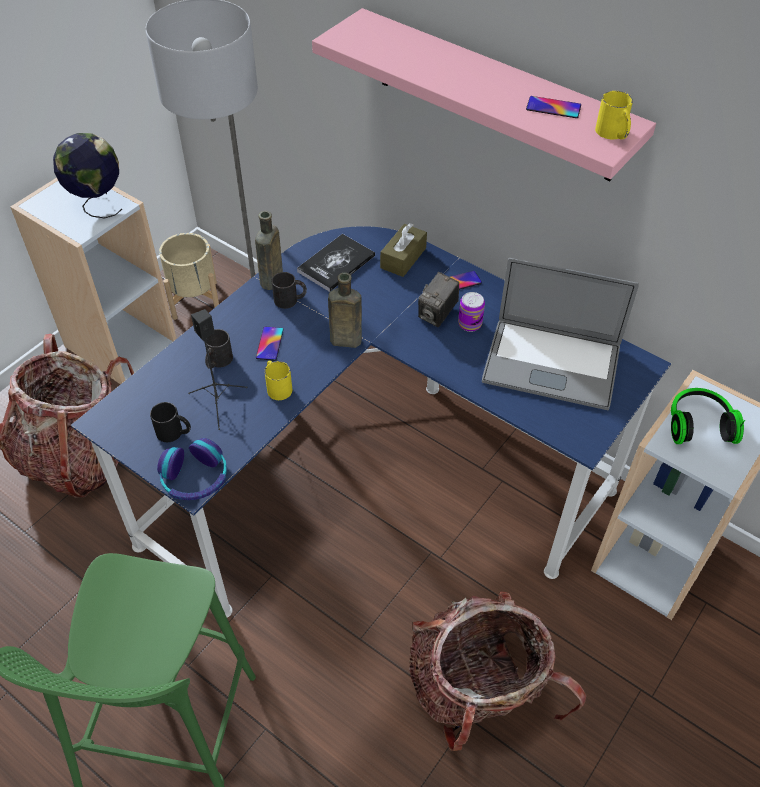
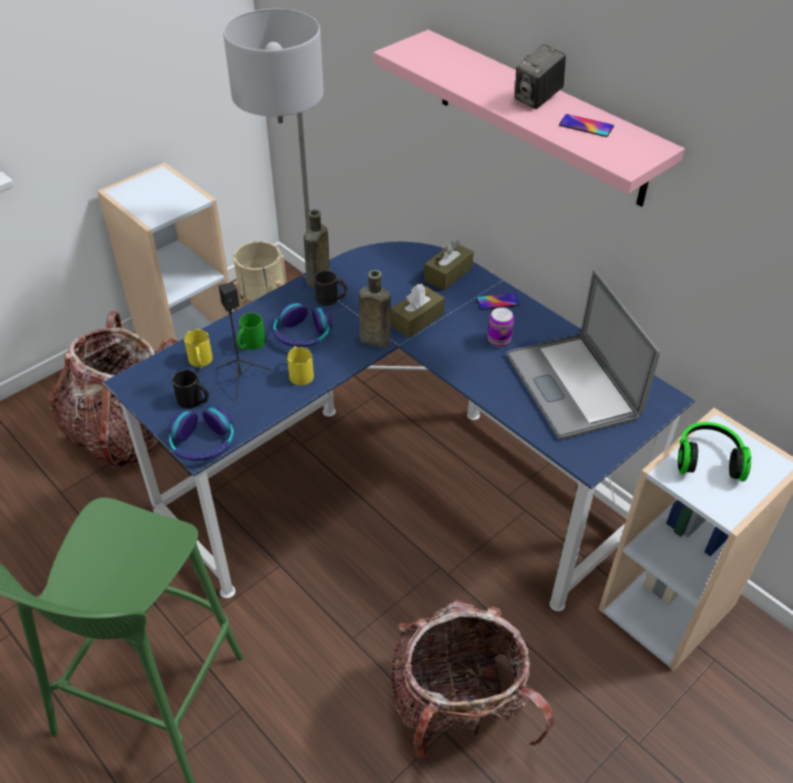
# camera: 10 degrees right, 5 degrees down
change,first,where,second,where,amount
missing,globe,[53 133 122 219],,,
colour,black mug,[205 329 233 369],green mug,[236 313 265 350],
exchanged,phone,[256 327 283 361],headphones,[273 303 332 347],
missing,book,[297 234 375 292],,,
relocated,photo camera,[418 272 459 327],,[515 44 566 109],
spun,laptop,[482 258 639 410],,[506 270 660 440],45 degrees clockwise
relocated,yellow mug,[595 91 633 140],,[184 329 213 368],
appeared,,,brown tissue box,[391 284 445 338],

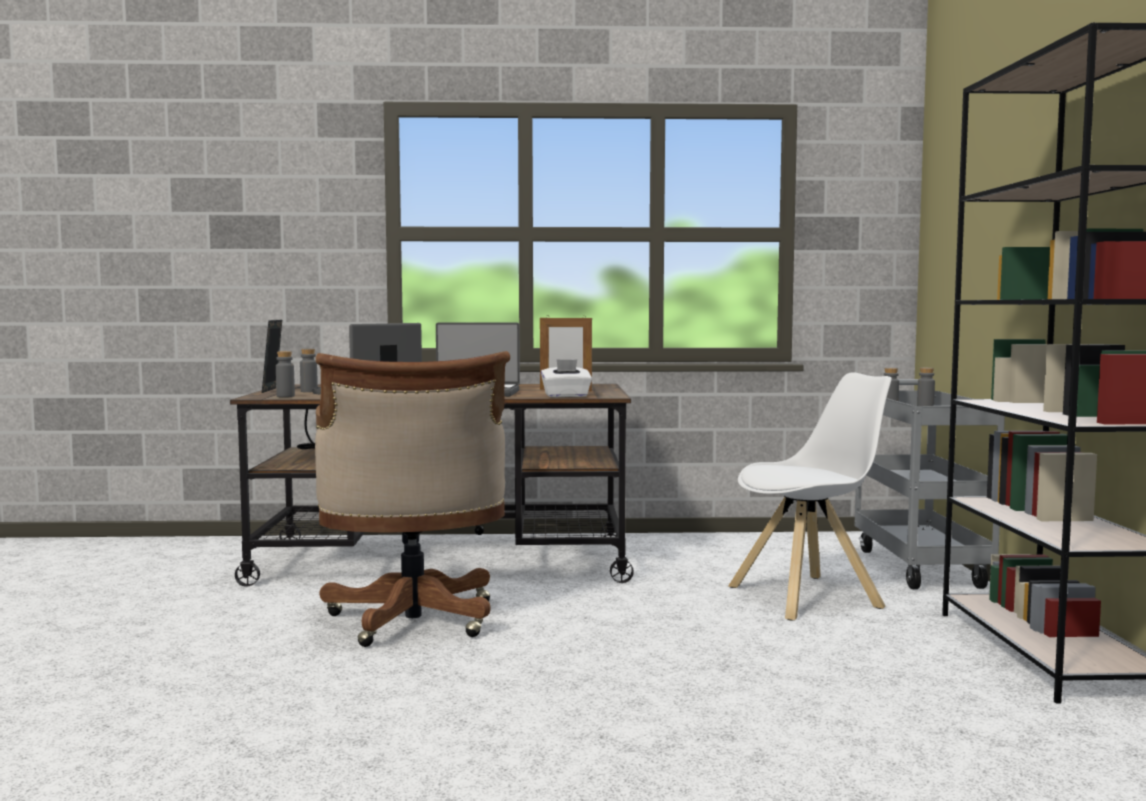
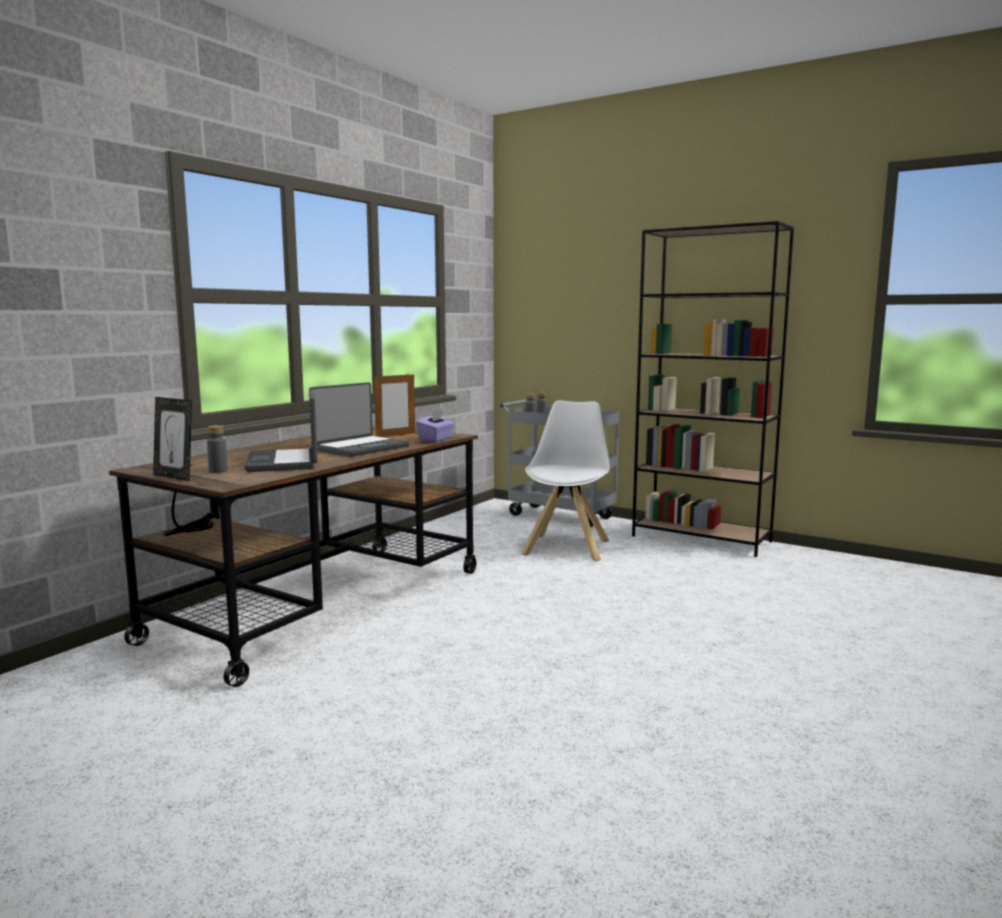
# camera: 55 degrees left, 5 degrees up
change,first,where,second,where,amount
missing,grey bottle,[276 351 295 397],,,
missing,office chair,[315 351 510 647],,,
colour,white tissue box,[541 359 592 397],purple tissue box,[416 410 455 442],

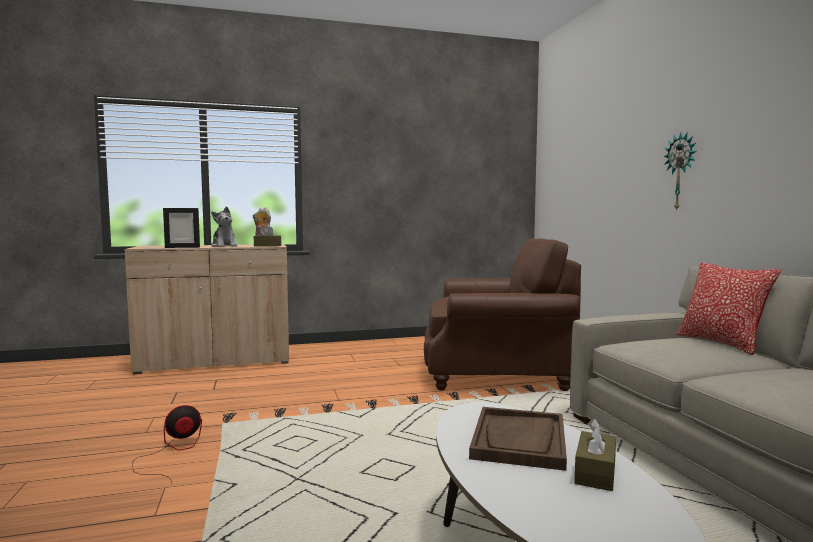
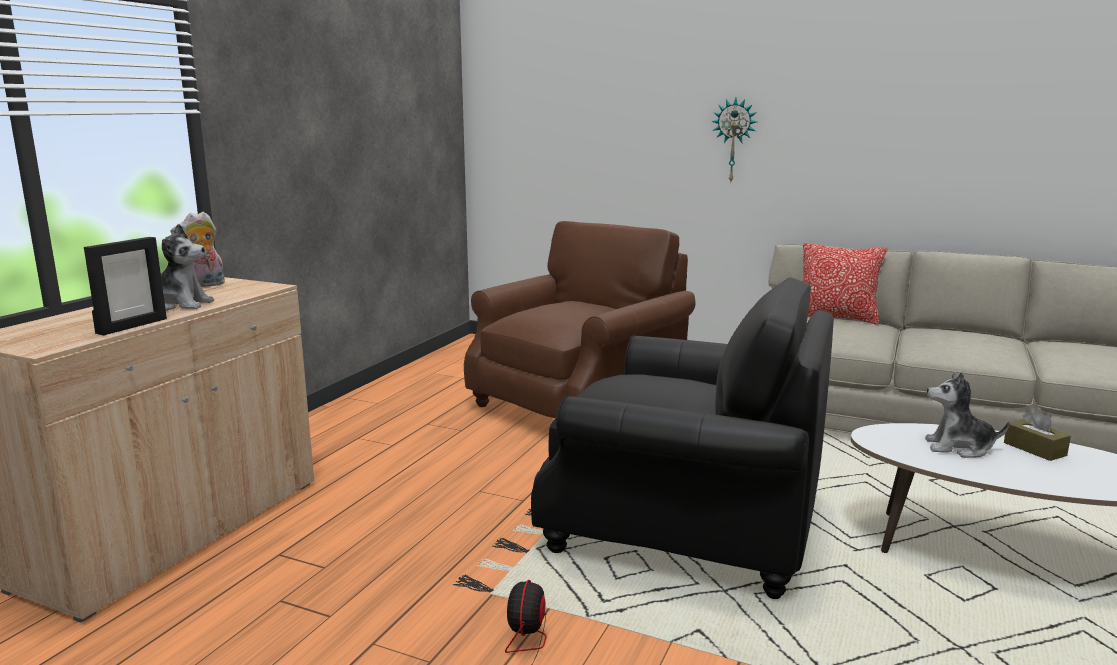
# camera: 50 degrees left, 10 degrees up
change,first,where,second,where,amount
missing,brown tissue box,[254 225 281 247],,,
exchanged,brown tray,[469 407 567 471],plush toy,[925 372 1010 458],
appeared,,,black armchair,[531 277 834 599],

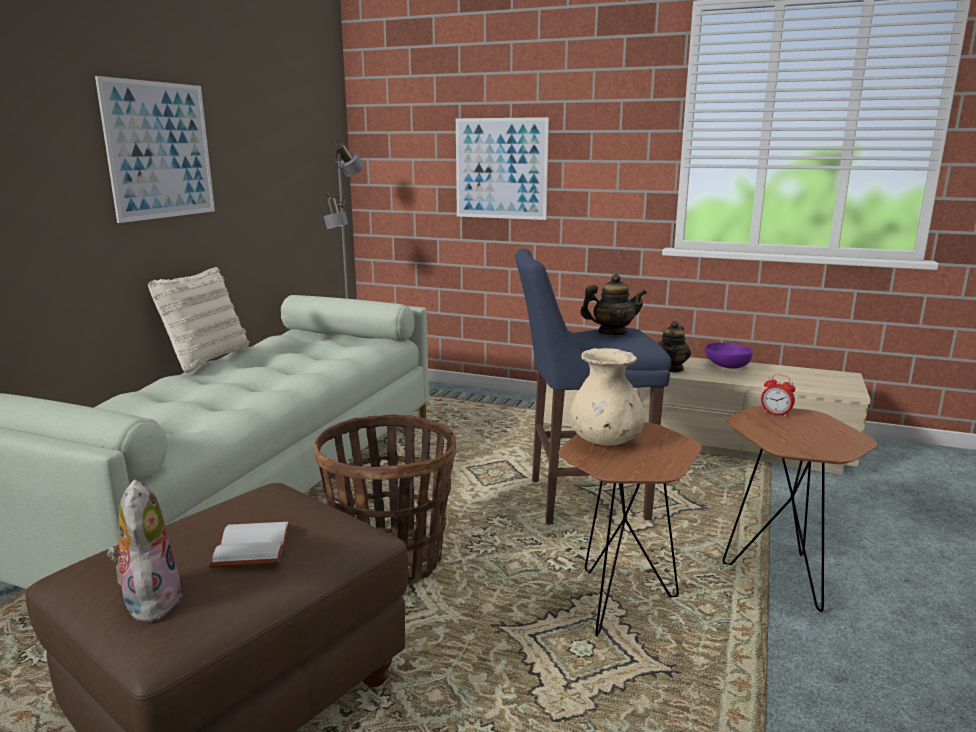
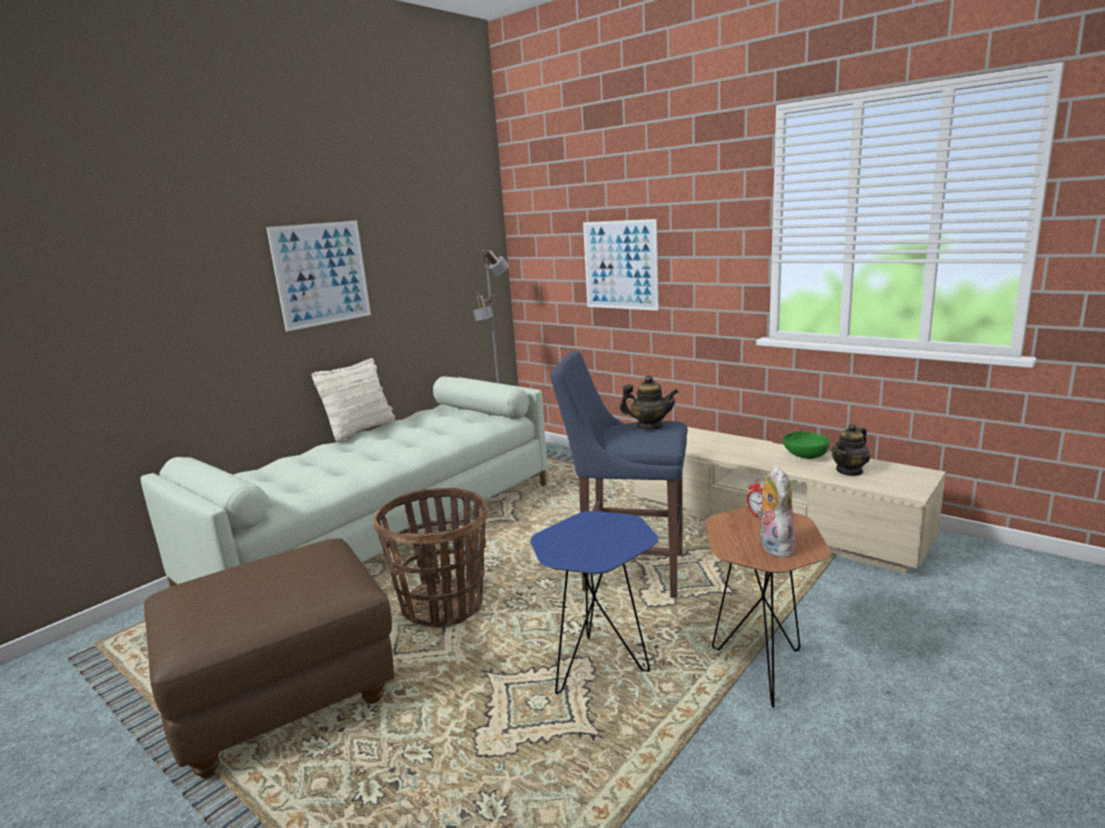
# camera: 20 degrees right, 0 degrees up
change,first,where,second,where,amount
relocated,plush toy,[107 480 182 622],,[755 466 796 558],
missing,white book,[209 522 291 568],,,
colour,brown side table,[558 423 702 637],blue side table,[530 511 658 694],
missing,beige vase,[570 348 644 446],,,
relocated,teapot,[658 321 691 372],,[831 423 870 476],
colour,purple bowl,[705 342 753 369],green bowl,[783 432 830 459],

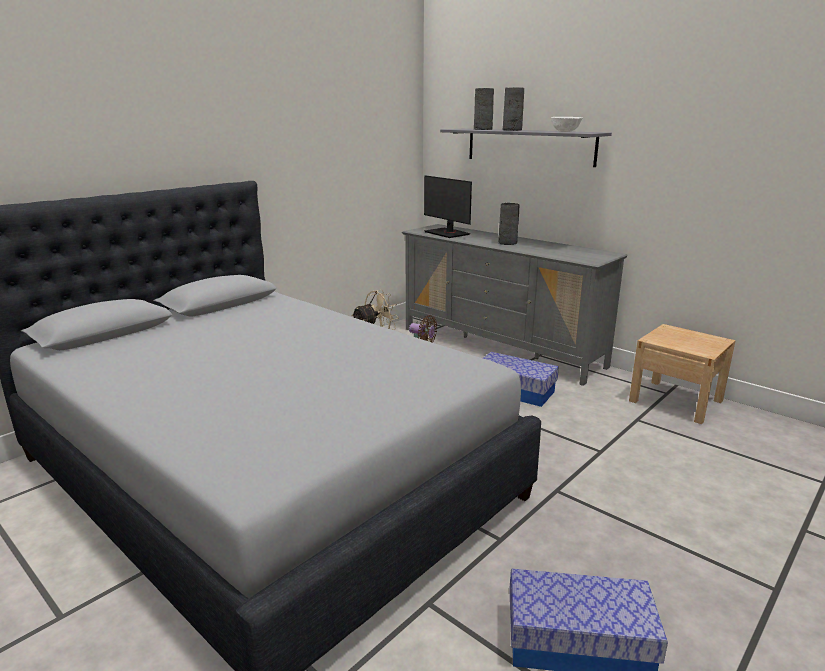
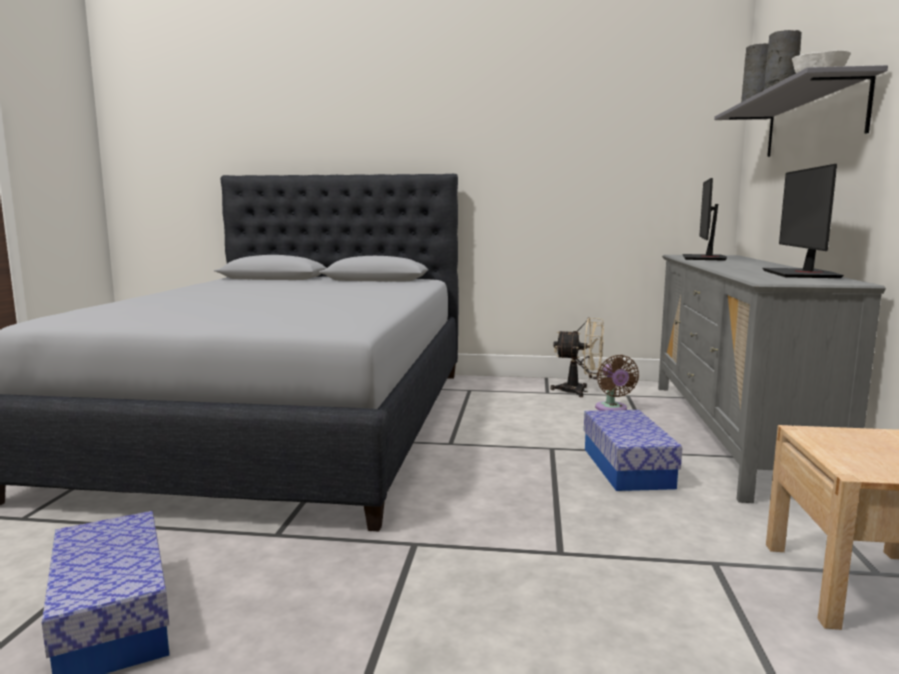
# camera: 55 degrees right, 10 degrees down
change,first,where,second,where,amount
missing,grey vase,[498 203 520 245],,,
appeared,,,monitor,[762 164 844 278],

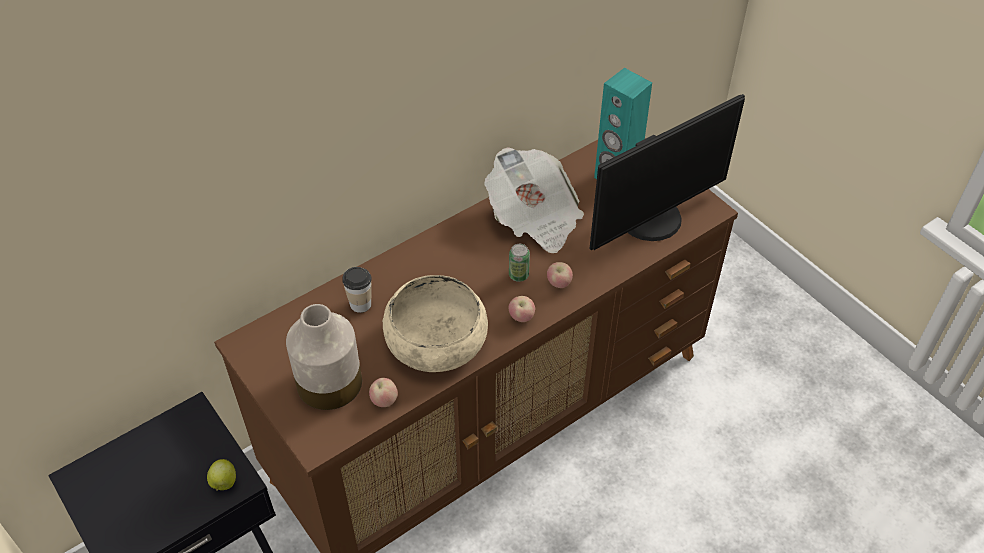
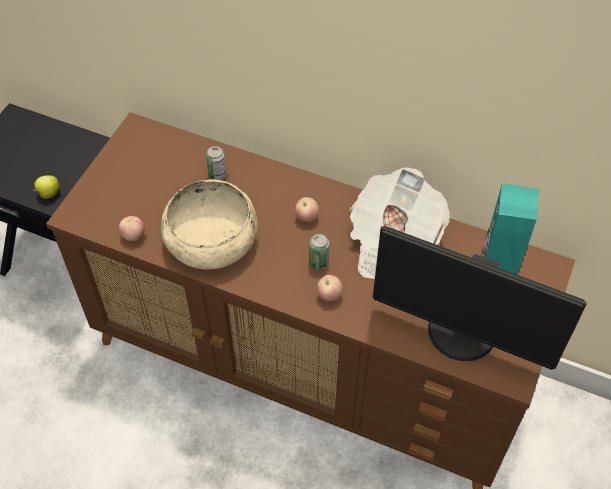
# camera: 60 degrees right, 5 degrees up
change,first,where,second,where,amount
missing,beige vase,[286 304 362 410],,,
exchanged,cup,[342 267 372 313],can,[206 146 227 180],
relocated,apple,[508 296 535 322],,[295 197 319 222],

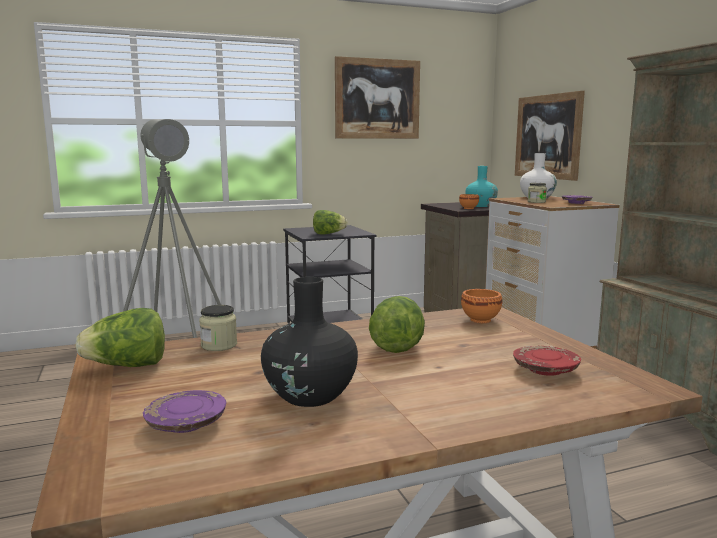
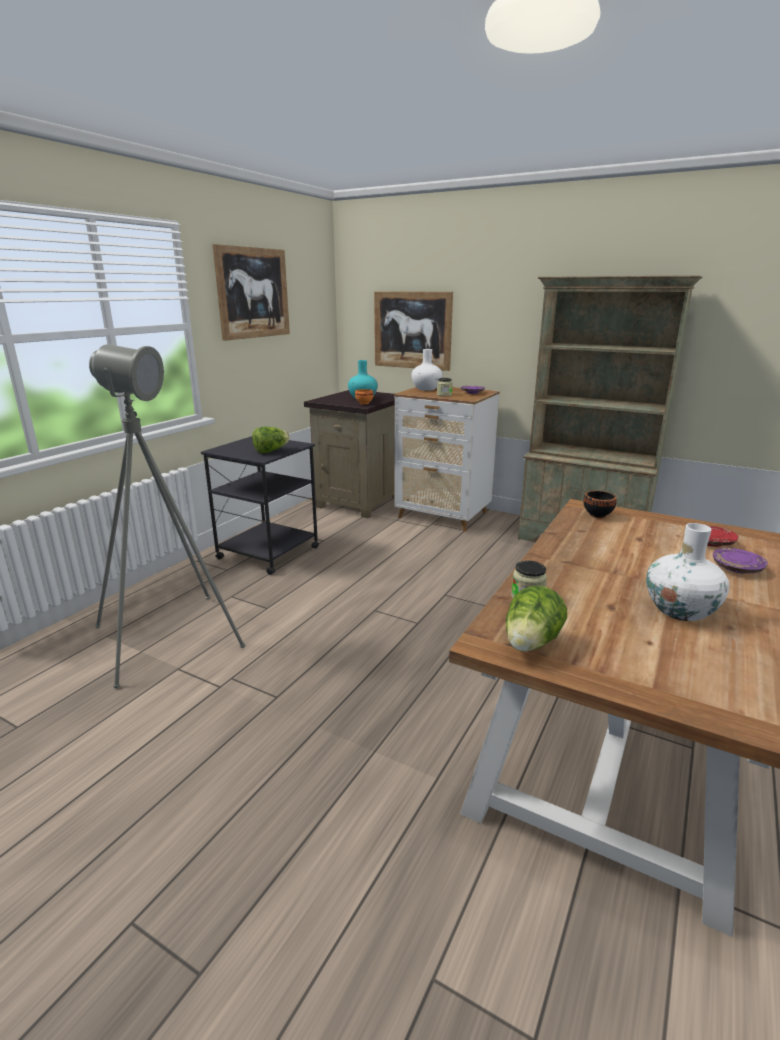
# camera: 40 degrees left, 10 degrees up
change,first,where,second,where,amount
relocated,purple plate,[143 390 226 433],,[713 548 768 574],
colour,black vase,[261 277 358 407],white vase,[646 523 729 621],
missing,lettuce,[369 296 425 353],,,
colour,orange bowl,[461 289 502 323],black bowl,[584 491 617 518],

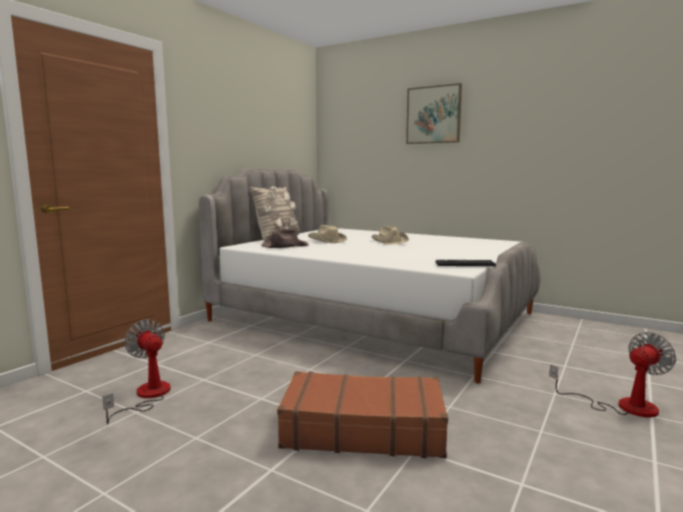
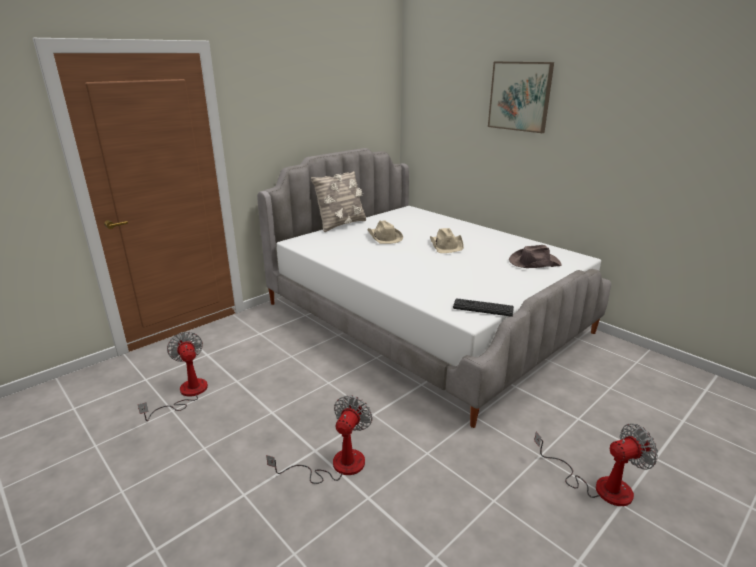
# camera: 15 degrees right, 15 degrees up
change,first,where,second,where,amount
relocated,brown hat,[261 229 309 248],,[509 245 561 268],
exchanged,brown suitcase,[277 371 448 458],fan,[266 396 373 484],

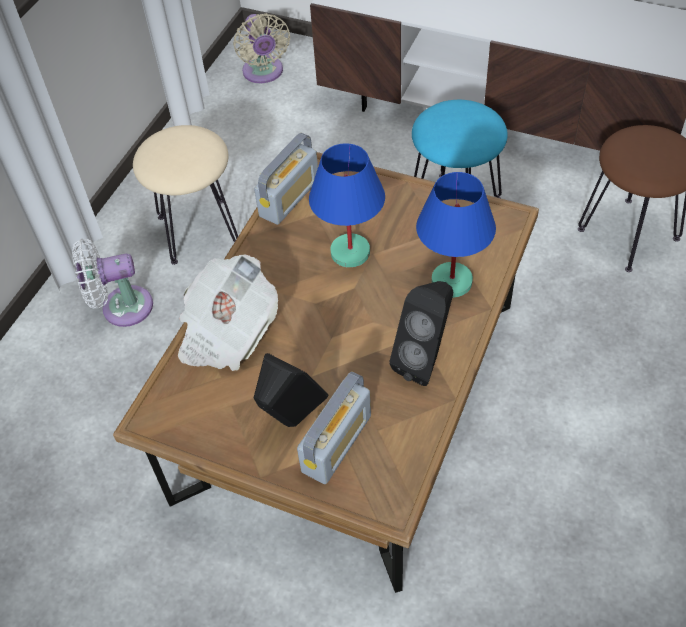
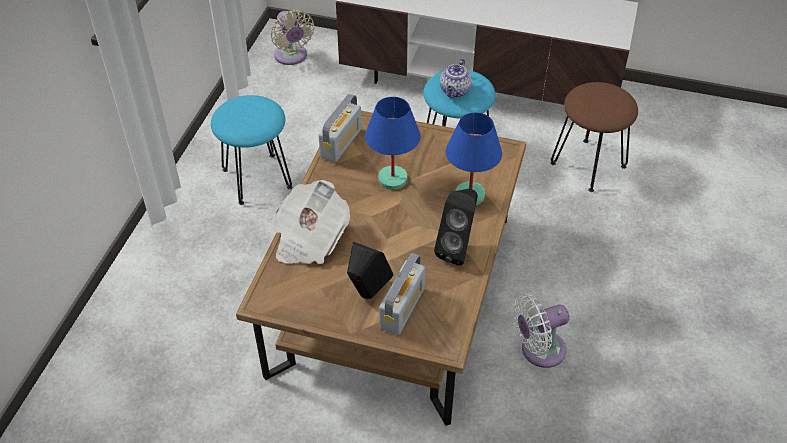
# camera: 10 degrees left, 5 degrees down
change,first,where,second,where,amount
relocated,white fan,[72 239 153 327],,[513 294 569 368],
colour,beige stool,[133 125 238 265],turquoise stool,[211 95 292 205],
appeared,,,teapot,[440 59 472 98],

